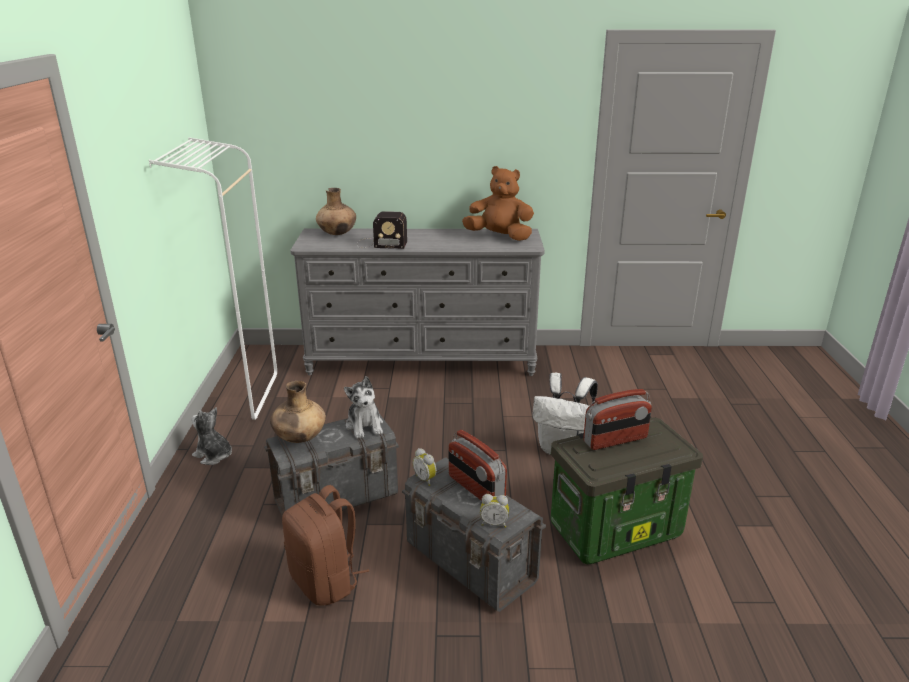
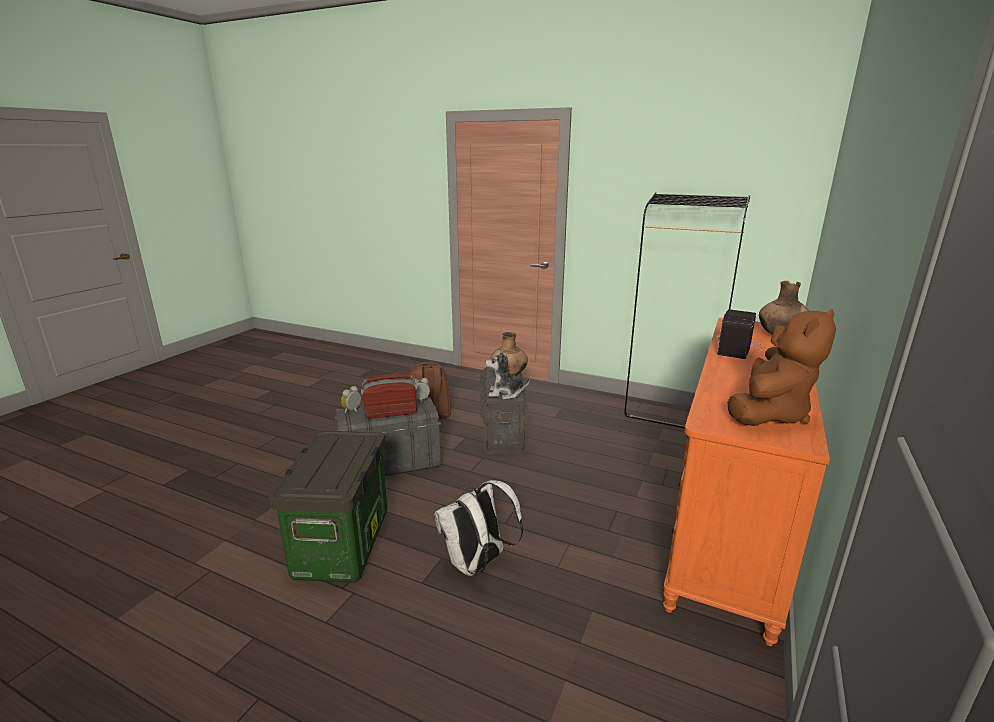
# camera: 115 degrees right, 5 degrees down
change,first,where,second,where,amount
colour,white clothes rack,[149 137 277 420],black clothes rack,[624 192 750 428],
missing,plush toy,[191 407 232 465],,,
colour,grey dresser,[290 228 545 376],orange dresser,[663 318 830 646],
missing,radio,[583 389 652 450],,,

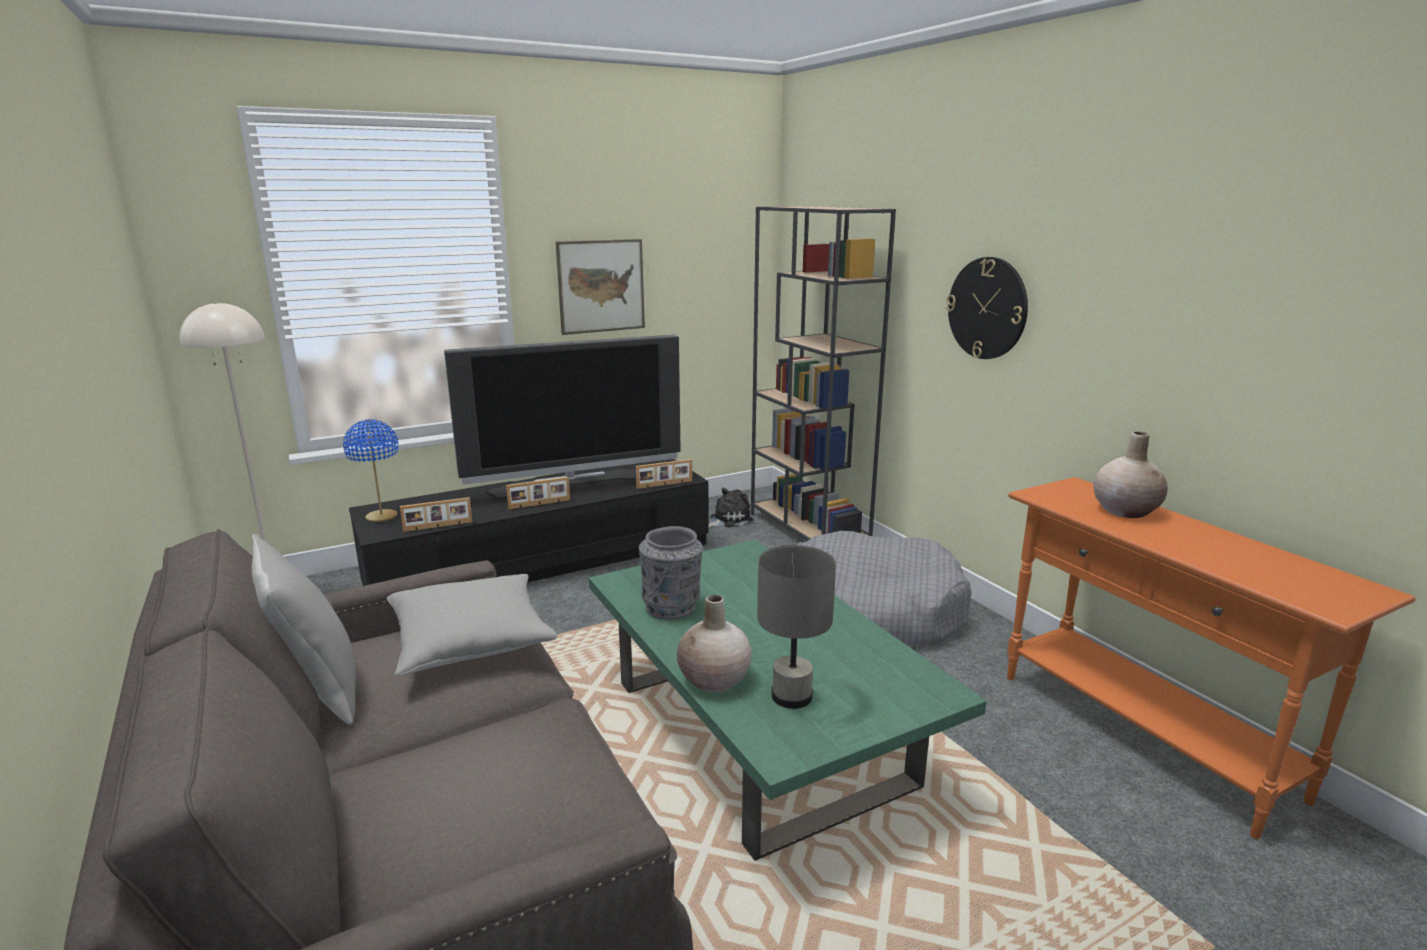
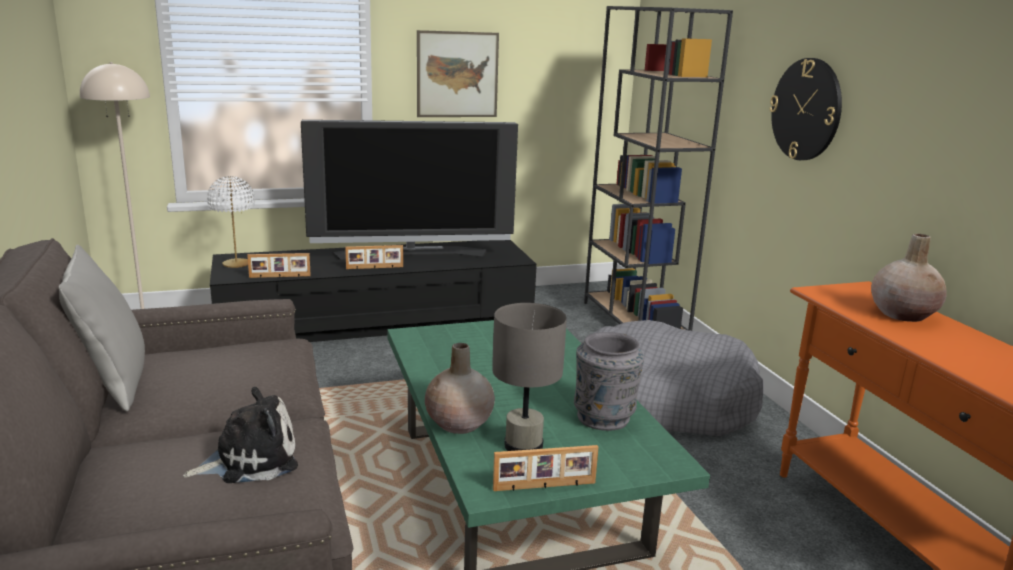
# camera: 10 degrees right, 0 degrees up
change,first,where,second,where,amount
colour,blue table lamp,[343 419 399 522],white table lamp,[207 176 255 268],
missing,grey pillow,[387 574 558 676],,,
relocated,picture frame,[636 459 692 489],,[493 445 598 491],
relocated,grey vase,[639 526 703 620],,[574 332 644 431],
relocated,plush toy,[709 488 753 527],,[183 387 298 483],

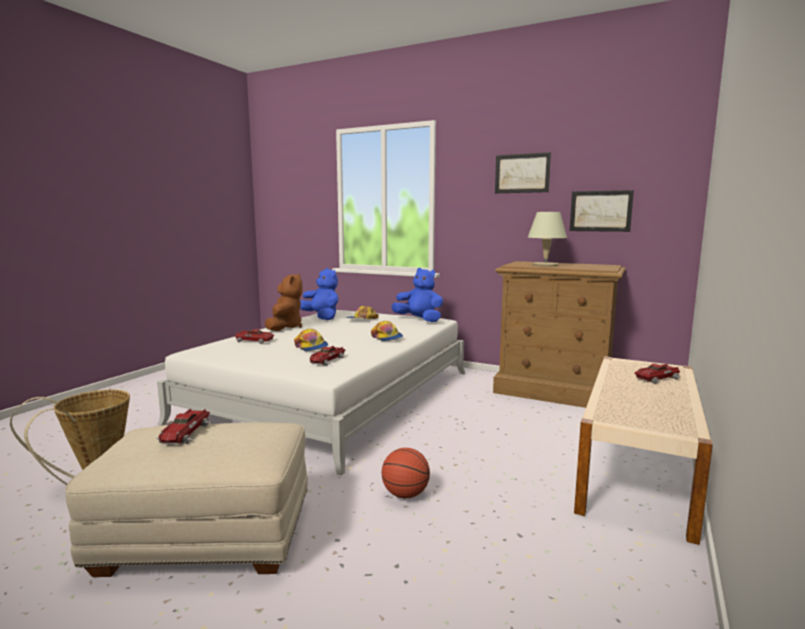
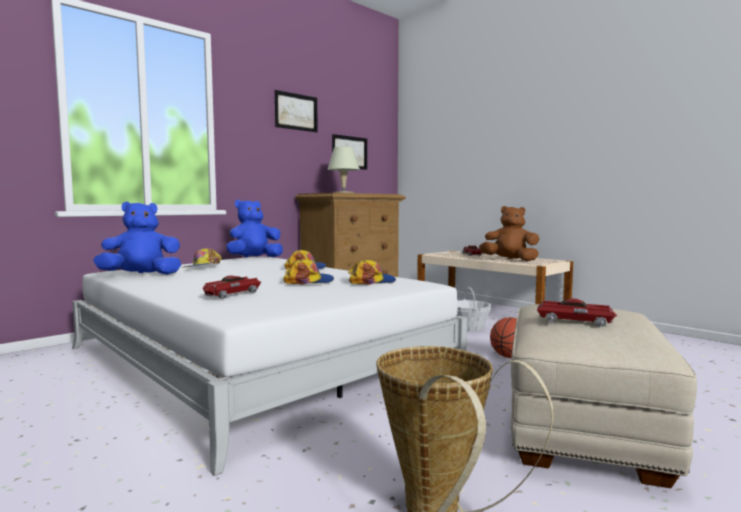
# camera: 70 degrees left, 5 degrees down
change,first,where,second,where,amount
relocated,brown plush toy,[265 273 302 331],,[479 206 539 261],
exchanged,toy car,[309 346 345 366],cap,[348 260 396 285],
appeared,,,basket,[457 287 491 331],

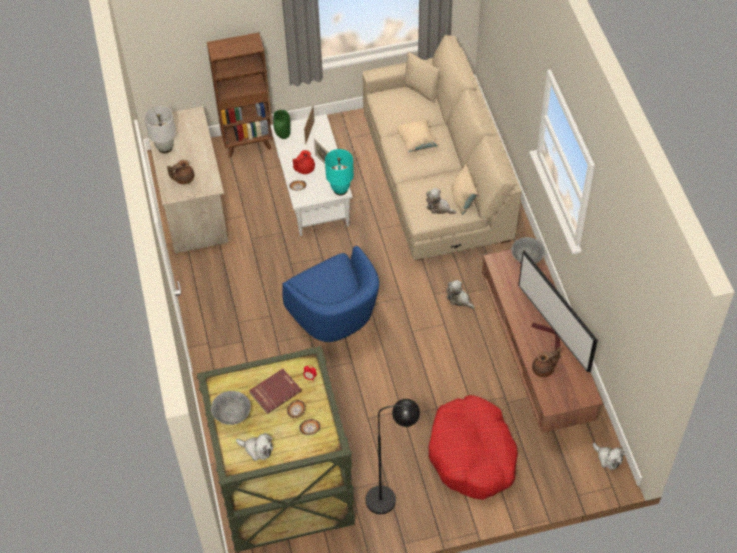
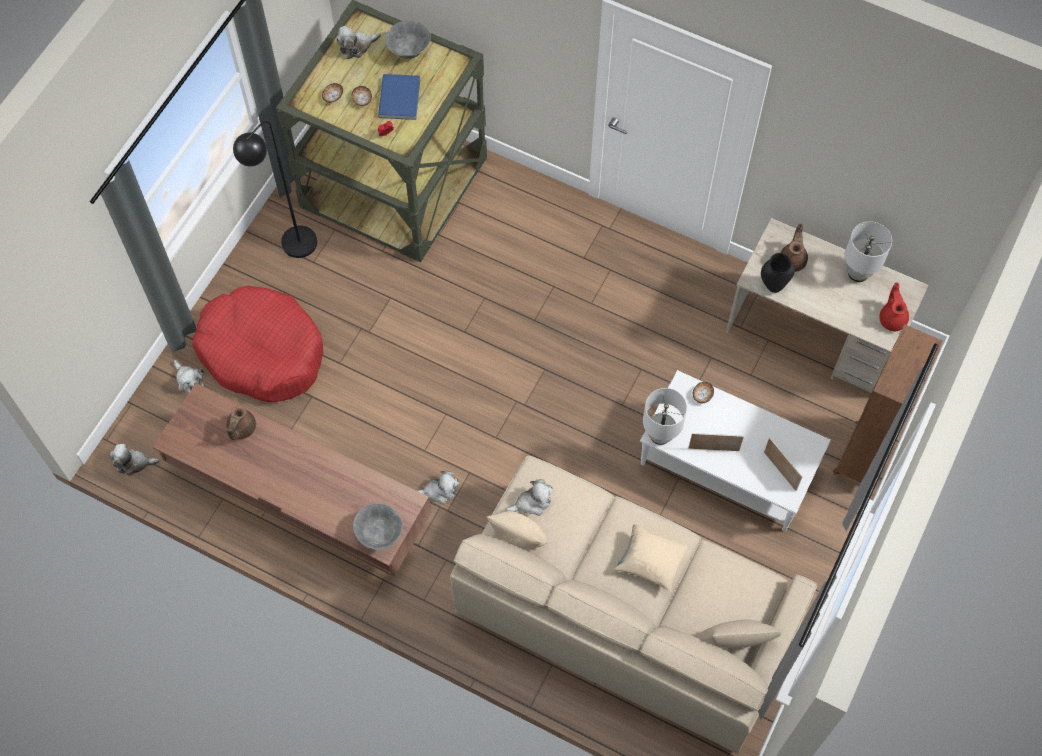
# camera: 130 degrees right, 10 degrees up
change,first,where,second,where,amount
colour,red book,[249 369 302 414],blue book,[378 74 420 120],
missing,green vase,[273 110 291 139],,,
missing,blue armchair,[282 246 379 342],,,
relocated,red teapot,[293 150 315 174],,[879 282 909 331],
colour,turquoise table lamp,[325 149 354 195],white table lamp,[643 388 687 445],
missing,television,[518 250 598 372],,,
appeared,,,plush toy,[174 360 205 394],
appeared,,,black vase,[761 253 795 293],

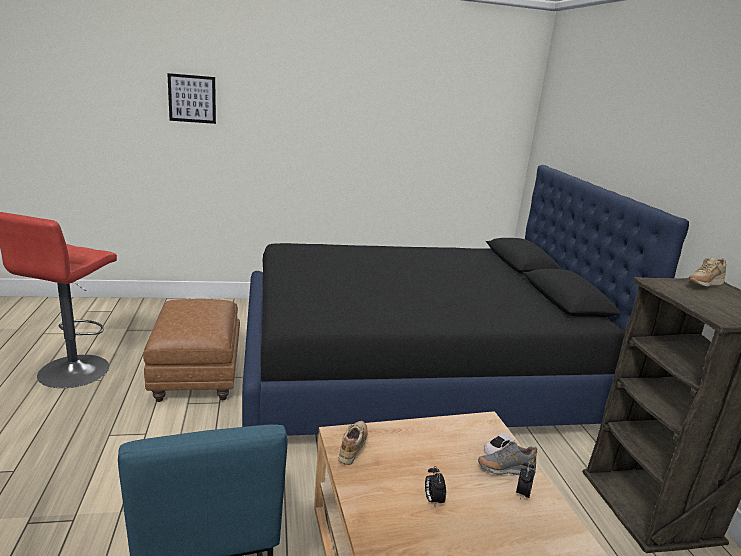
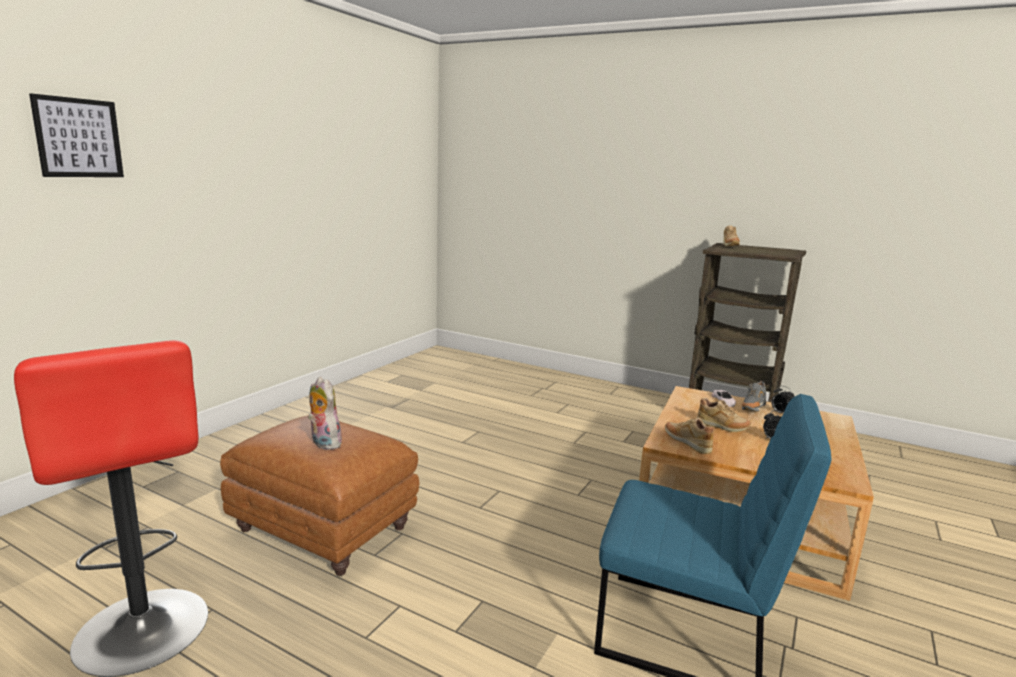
# camera: 50 degrees left, 5 degrees down
change,first,where,second,where,amount
missing,black bed,[242 165 689 436],,,
appeared,,,plush toy,[308 377 342 450],
appeared,,,beige shoe,[697 398 751 432],

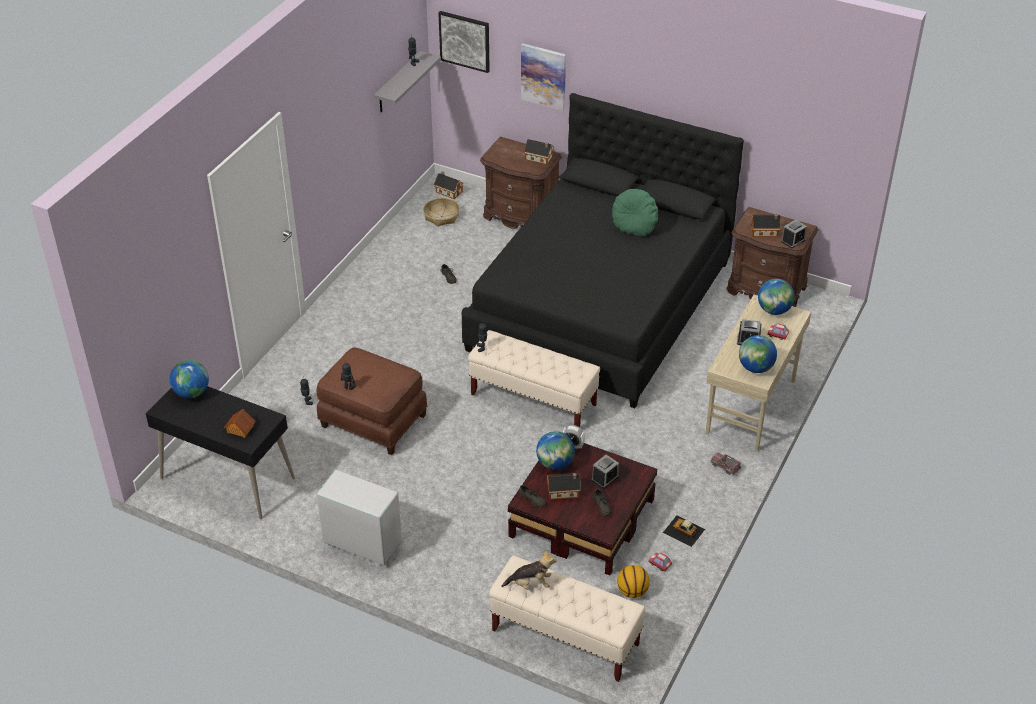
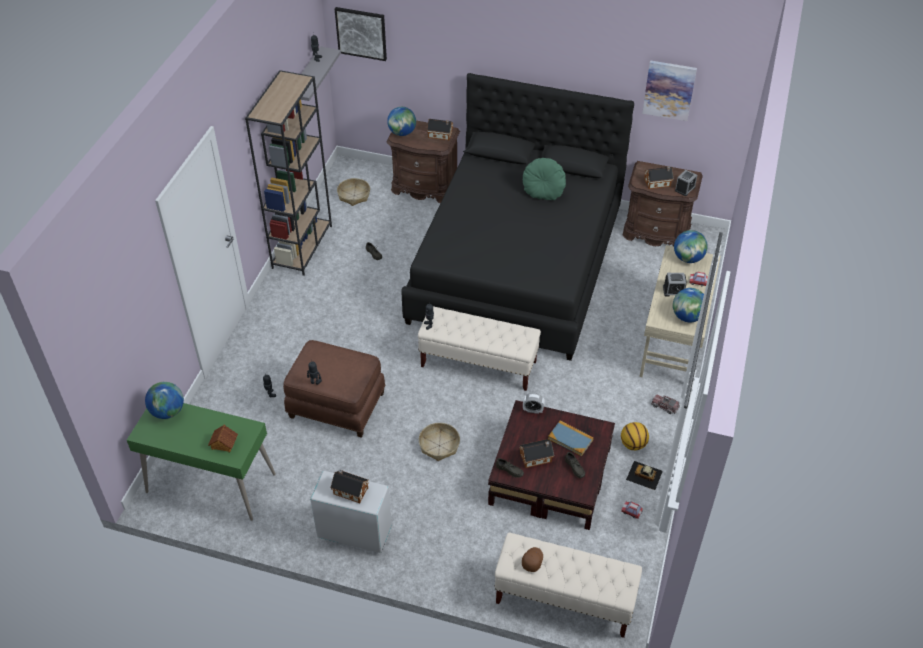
# camera: 10 degrees left, 5 degrees up
change,first,where,second,where,amount
colour,black desk,[146 386 295 519],green desk,[127 403 276 521],
relocated,toy house,[434 171 463 199],,[331 469 369 503],
exchanged,plush toy,[501 550 557 590],brown cap,[522 547 543 572],
relocated,picture,[521 43 566 111],,[642 60 697 121],
relocated,globe,[536 431 575 470],,[387 107 416 136],
exchanged,alarm clock,[592 455 619 489],book,[548 421 594 456],
relocated,basketball,[617 565 650 598],,[621 422 649 450],
appeared,,,bookcase,[245 70 332 276],
appeared,,,basket,[419 423 460 461],

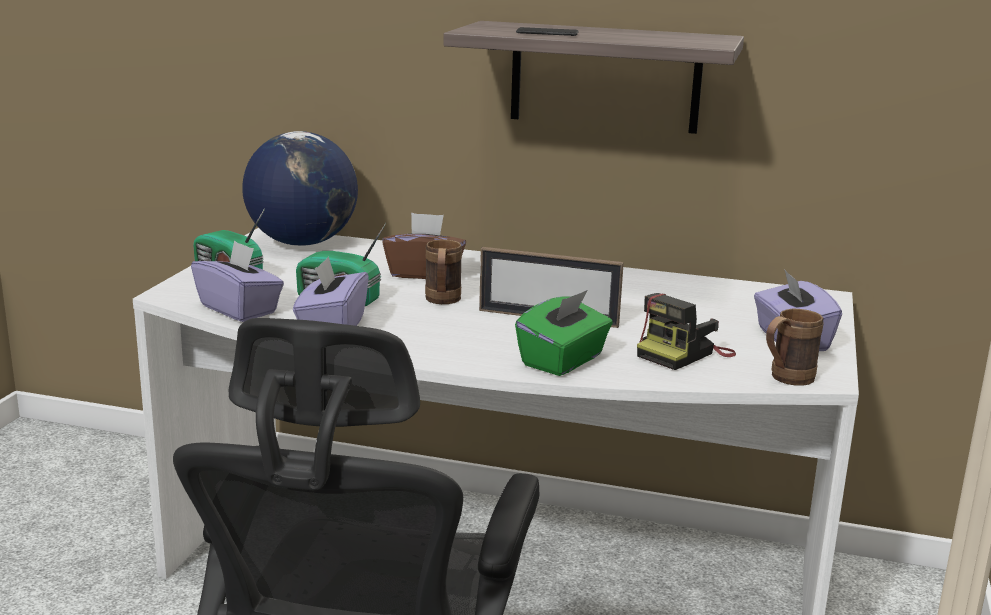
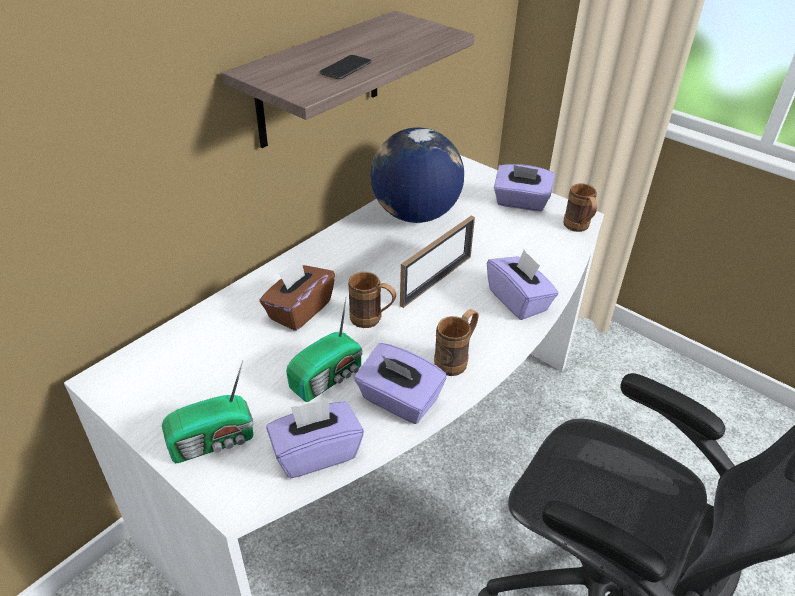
# camera: 65 degrees left, 20 degrees up
change,first,where,second,where,amount
relocated,globe,[242 131 358 246],,[371 127 464 223],
colour,green tissue box,[515 290 613 376],purple tissue box,[487 250 559 320],
missing,photo camera,[637 293 736 370],,,
appeared,,,brown mug,[434 309 479 376],

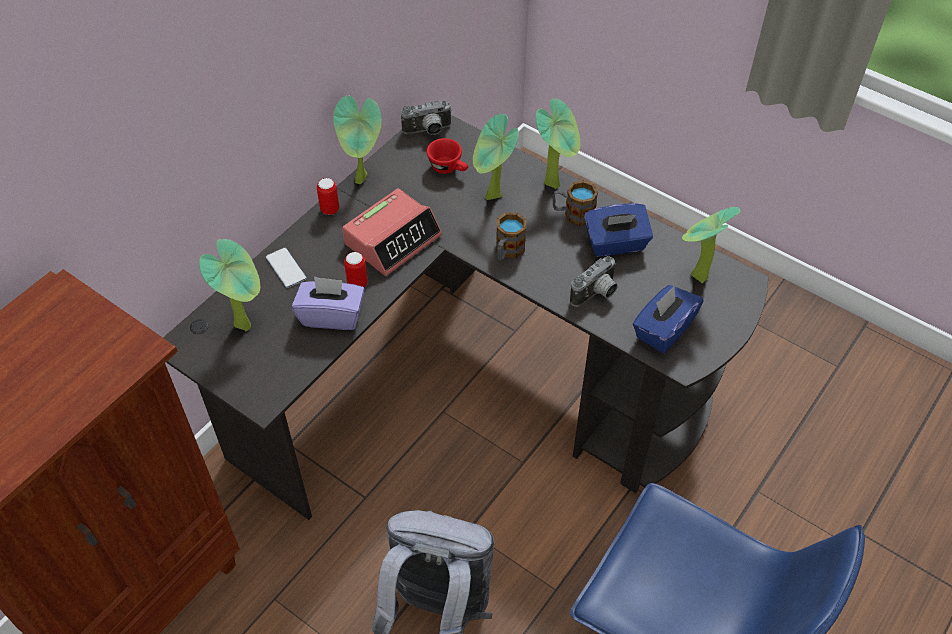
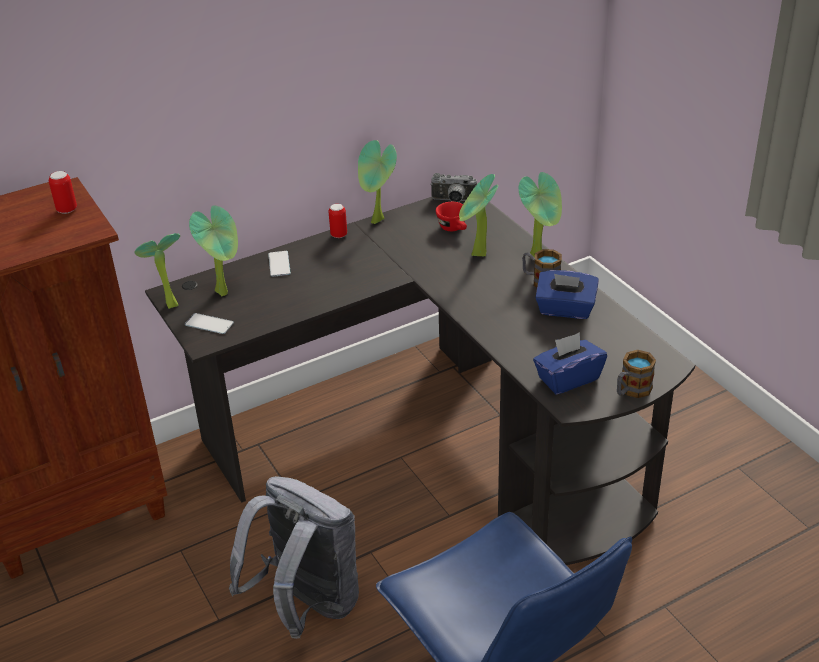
# camera: 25 degrees right, 15 degrees down
change,first,where,second,where,amount
missing,purple tissue box,[292 276 365 330],,,
missing,alarm clock,[342 188 442 276],,,
relocated,can,[344 252 368 287],,[49 171 77 214],
relocated,mug,[496 212 526 261],,[617 350 656 398],
missing,photo camera,[570 256 618 307],,,
relocated,potted plant,[682 207 740 283],,[134 233 180 309],
appeared,,,phone,[185 313 234 334],

